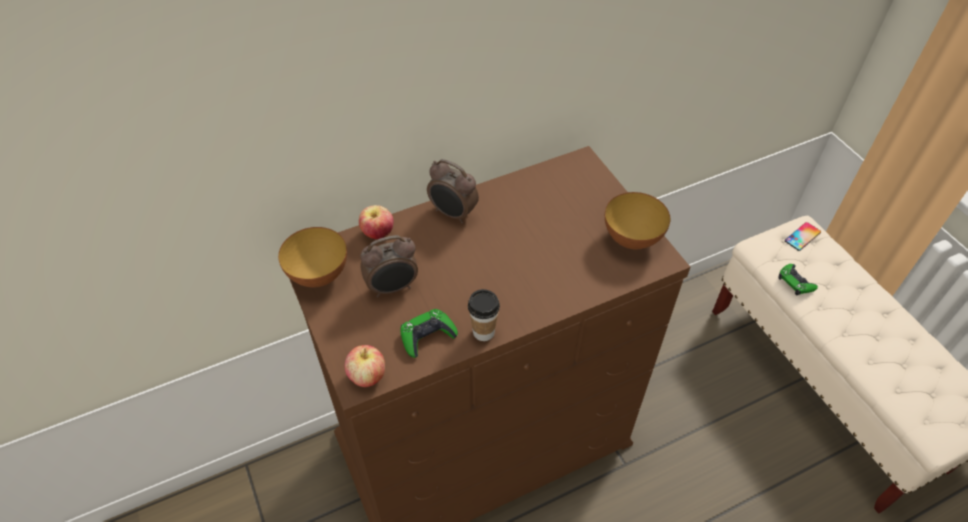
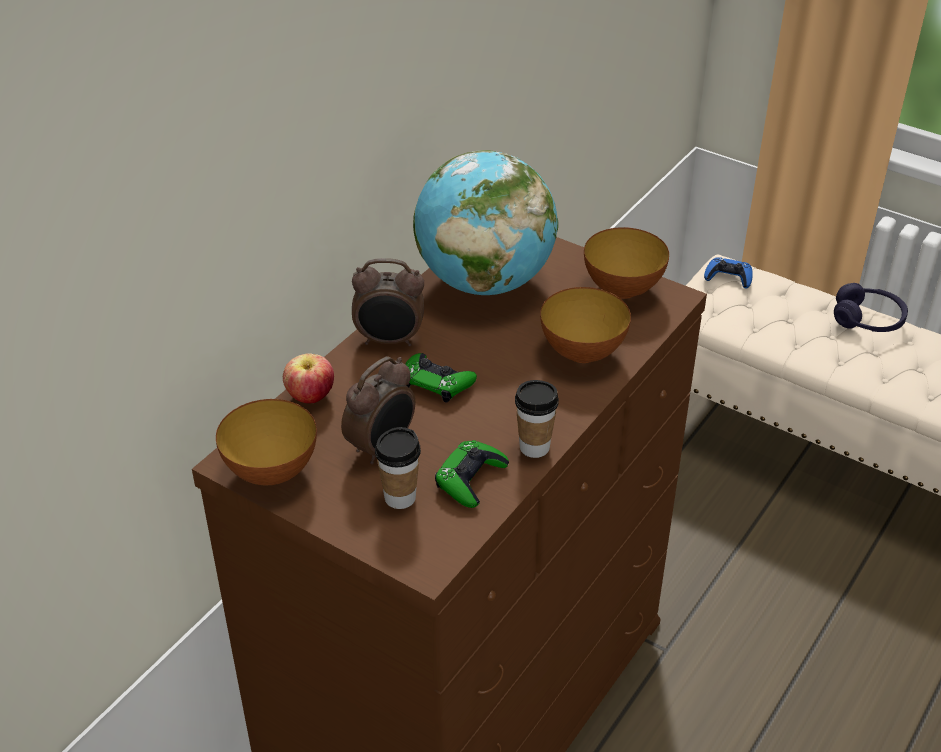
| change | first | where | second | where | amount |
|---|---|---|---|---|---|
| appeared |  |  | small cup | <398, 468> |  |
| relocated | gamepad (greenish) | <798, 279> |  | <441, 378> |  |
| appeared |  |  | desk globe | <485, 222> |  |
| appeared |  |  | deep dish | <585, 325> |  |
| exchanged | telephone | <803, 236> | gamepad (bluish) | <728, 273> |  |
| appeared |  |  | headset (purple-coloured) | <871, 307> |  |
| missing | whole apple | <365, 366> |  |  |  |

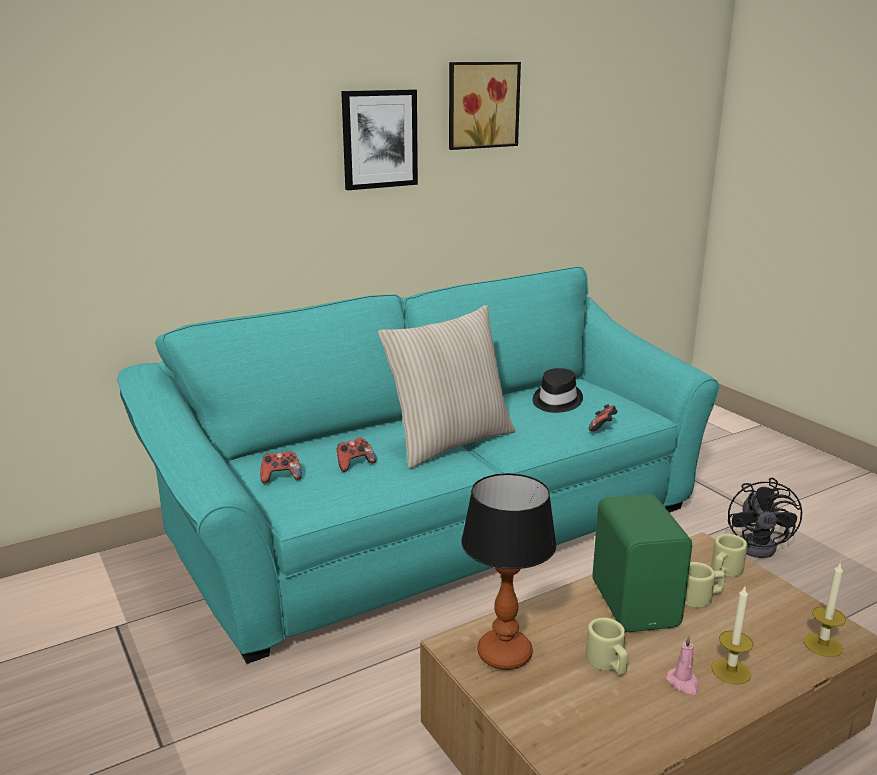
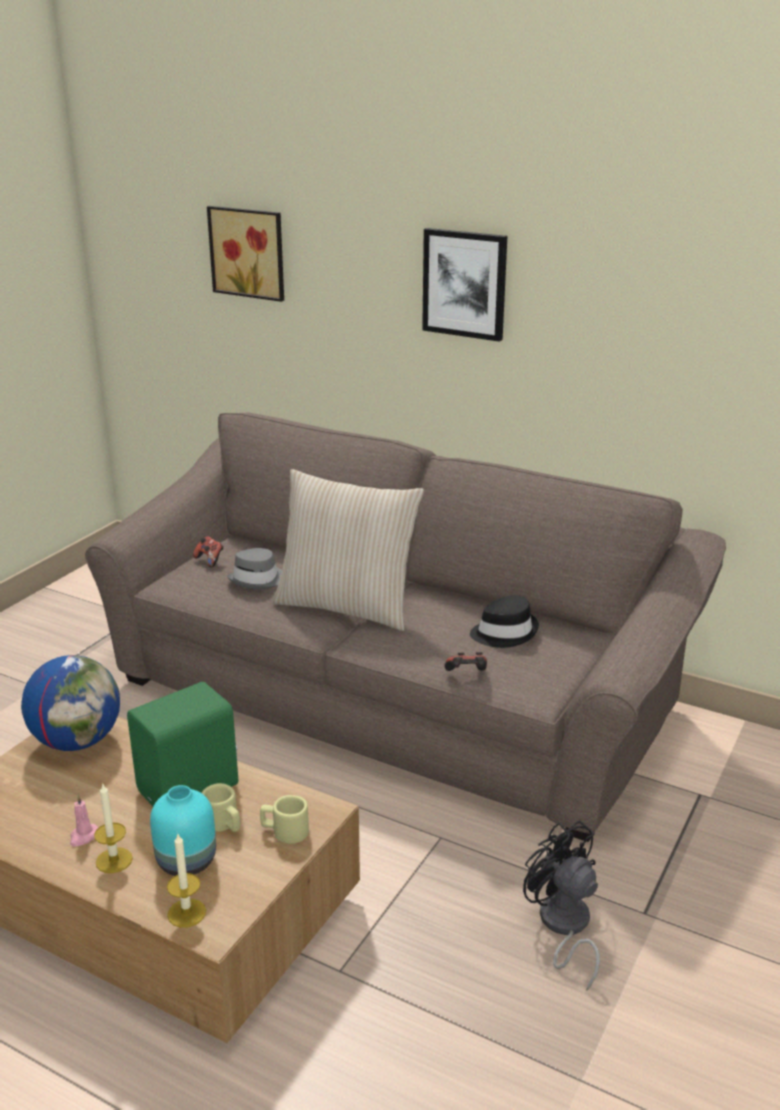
| change | first | where | second | where | amount |
|---|---|---|---|---|---|
| exchanged | tabletop lamp | <509, 571> | desk globe | <70, 703> |  |
| colour | sofa (blue-green) | <418, 465> | sofa (brownish) | <405, 627> |  |
| appeared |  |  | decorative vase (blue-green) | <183, 830> |  |
| relocated | wall picture | <485, 106> |  | <245, 254> |  |
| exchanged | gamepad | <356, 454> | clothing hat (gray) | <254, 568> |  |
| spun | cooling fan (blackish) | <765, 518> |  | <561, 905> | 75 degrees clockwise |
| missing | mug (beige-coloured) | <607, 646> |  |  |  |

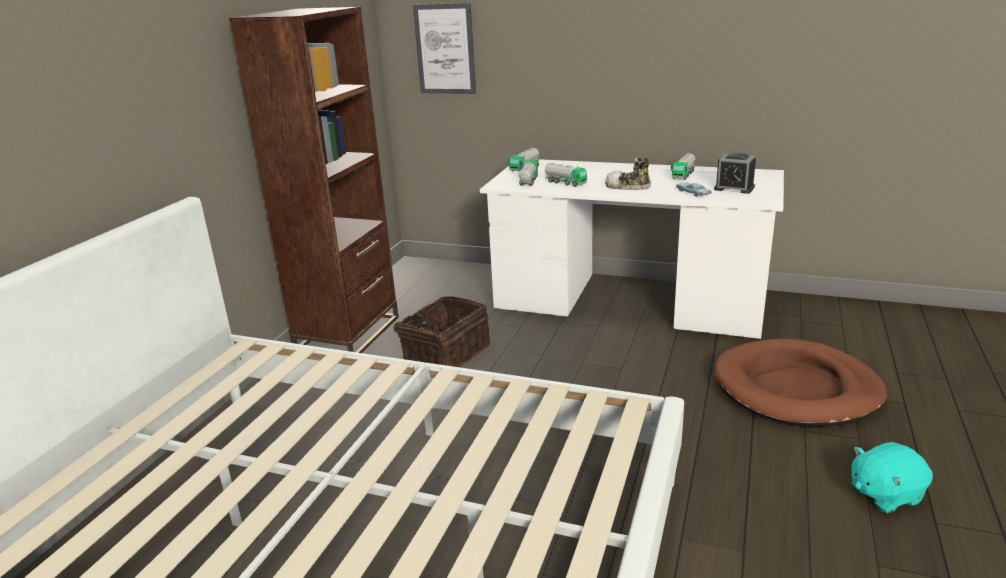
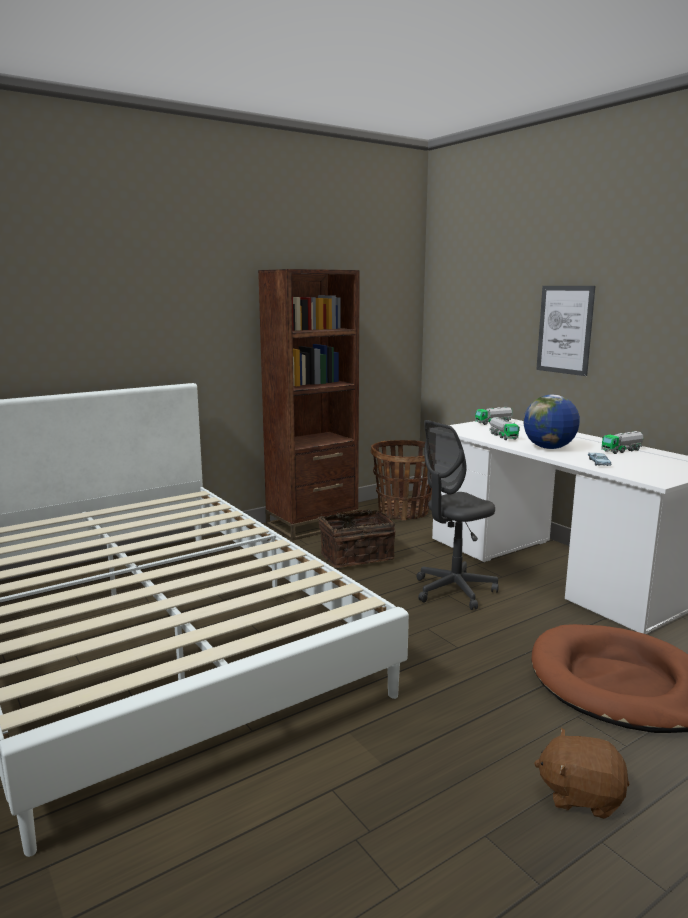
| change | first | where | second | where | amount |
|---|---|---|---|---|---|
| appeared |  |  | storage basket | <401, 480> |  |
| appeared |  |  | computer chair (gray) | <458, 515> |  |
| exchanged | item of footwear | <628, 174> | desk globe | <551, 422> |  |
| colour | cuddly toy (blue-green) | <892, 477> | cuddly toy (brownish) | <582, 773> |  |
| relocated | wall picture | <444, 48> |  | <565, 331> |  |
| missing | toy lorry | <529, 173> |  |  |  |
| missing | bedside clock | <735, 173> |  |  |  |

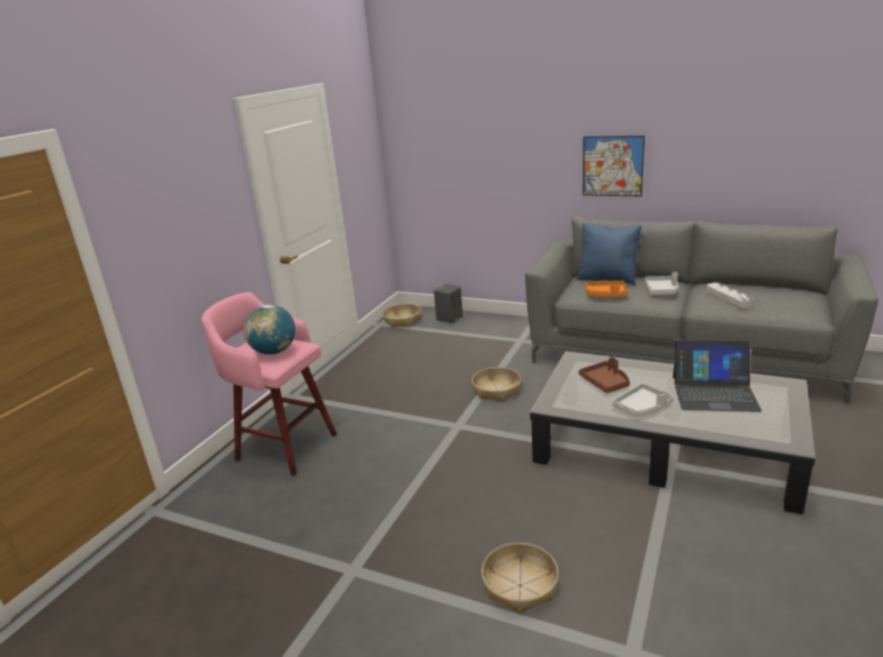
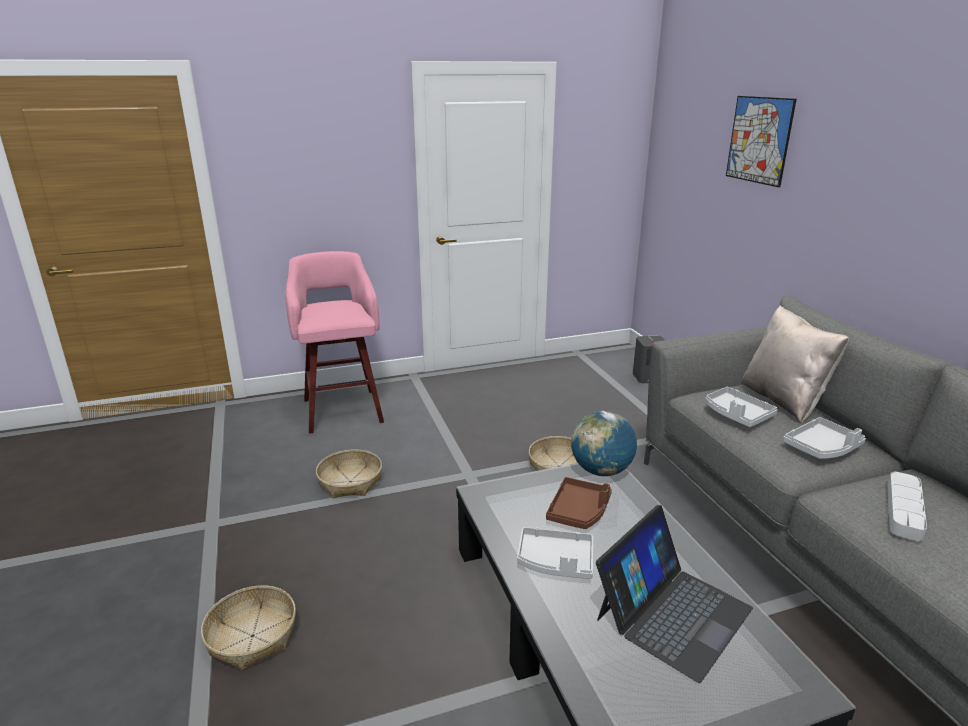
| change | first | where | second | where | amount |
|---|---|---|---|---|---|
| relocated | storage basket | <402, 315> |  | <349, 473> |  |
| relocated | desk globe | <269, 330> |  | <604, 443> |  |
| spun | laptop | <717, 376> |  | <674, 594> | 105 degrees counterclockwise |
| colour | tray (orange) | <606, 288> | tray (gray) | <741, 407> |  |
| relocated | wall picture | <614, 166> |  | <761, 141> |  |
| colour | pillow (bluish) | <609, 253> | pillow (beige-coloured) | <795, 364> |  |

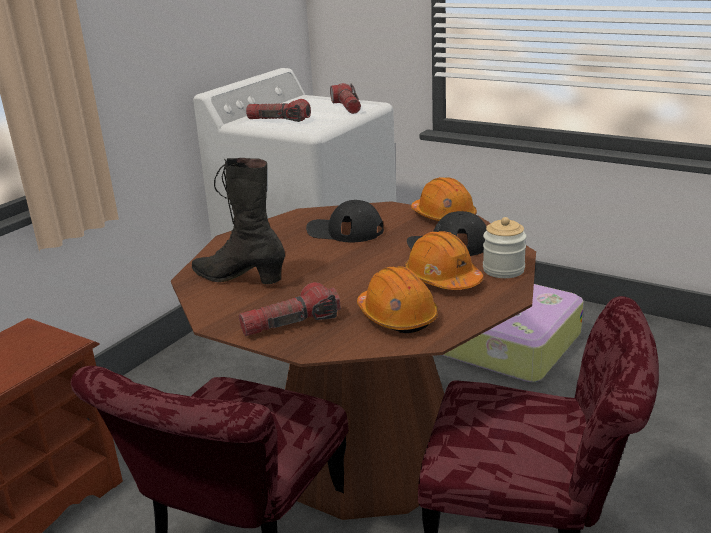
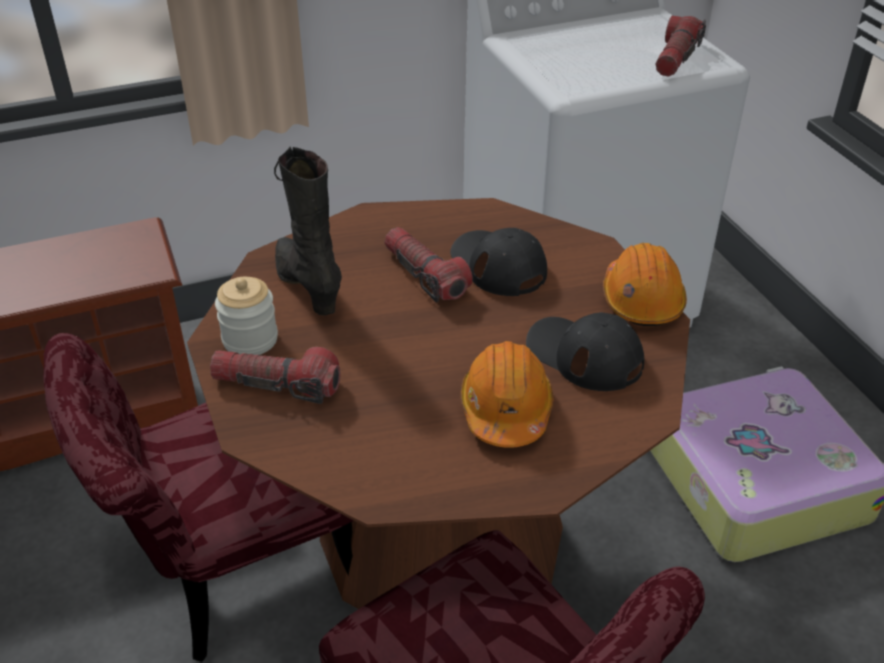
| change | first | where | second | where | amount |
|---|---|---|---|---|---|
| relocated | jar | <505, 247> |  | <246, 316> |  |
| relocated | flashlight | <278, 110> |  | <428, 265> |  |
| missing | hard hat (orange) | <397, 299> |  |  |  |

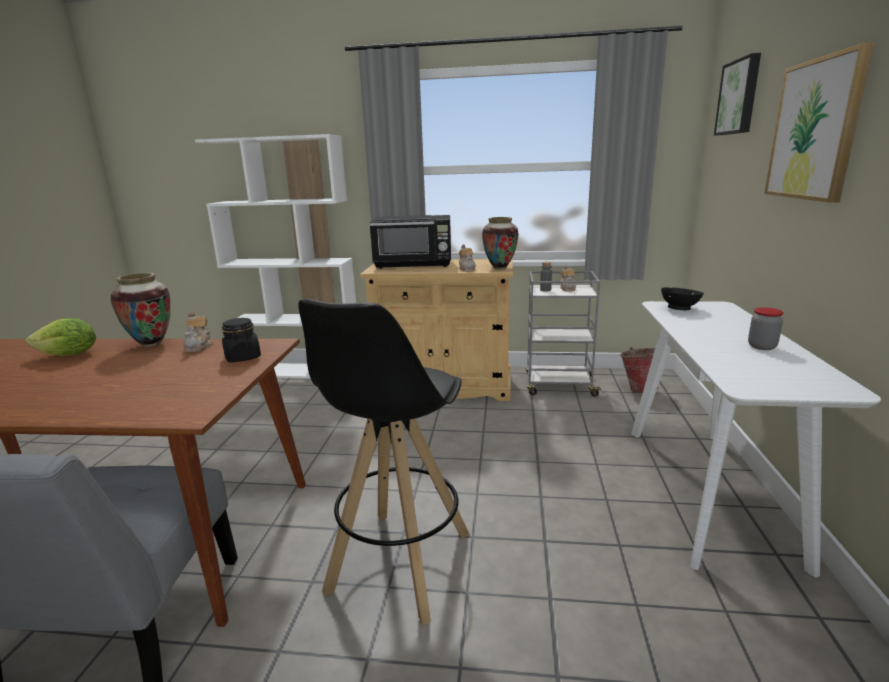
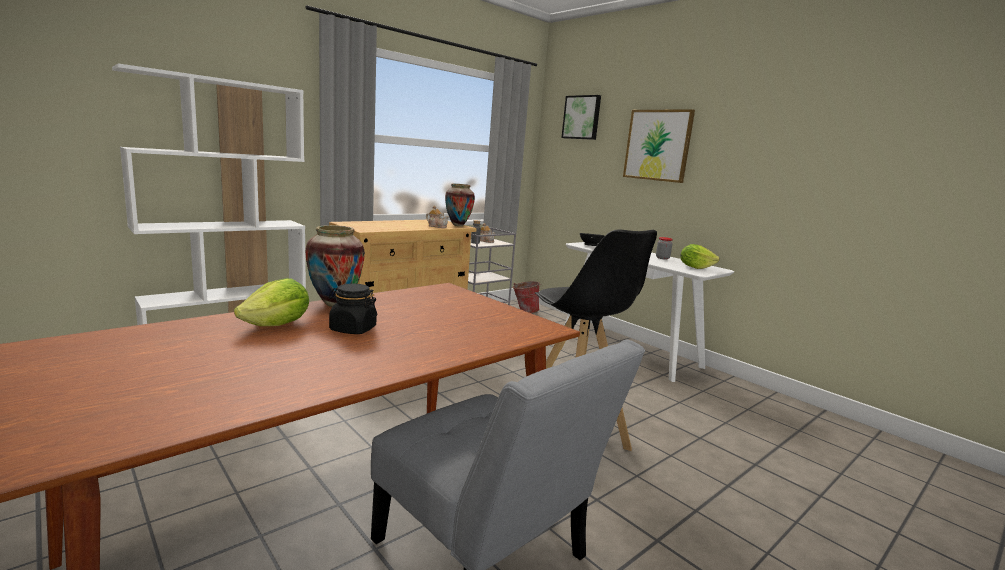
| change | first | where | second | where | amount |
|---|---|---|---|---|---|
| relocated | jar (blackish) | <241, 340> |  | <353, 309> |  |
| appeared |  |  | lettuce | <700, 256> |  |
| missing | teapot | <198, 331> |  |  |  |
| missing | microwave (blackish) | <410, 242> |  |  |  |

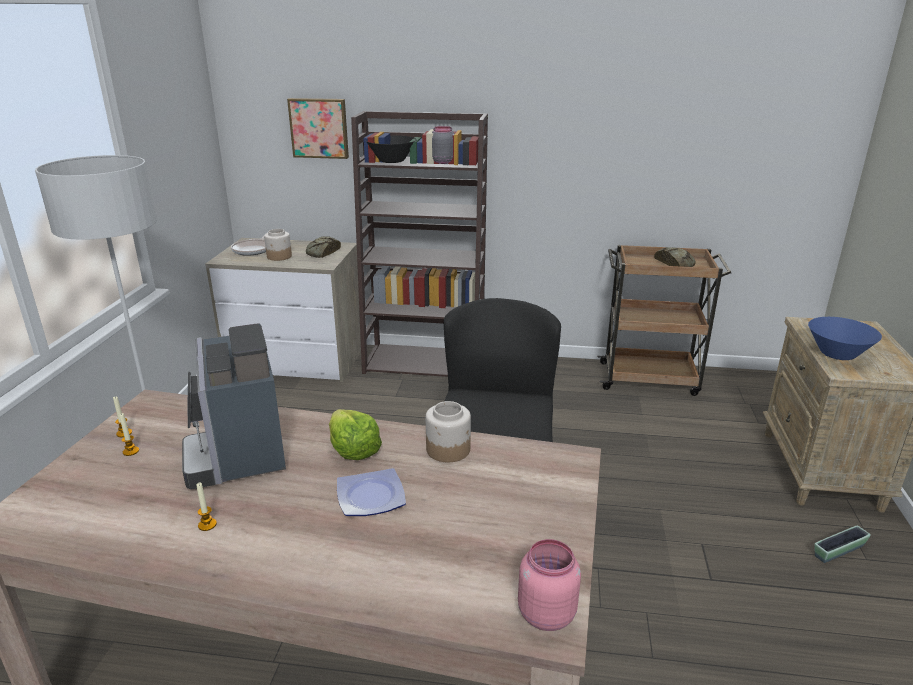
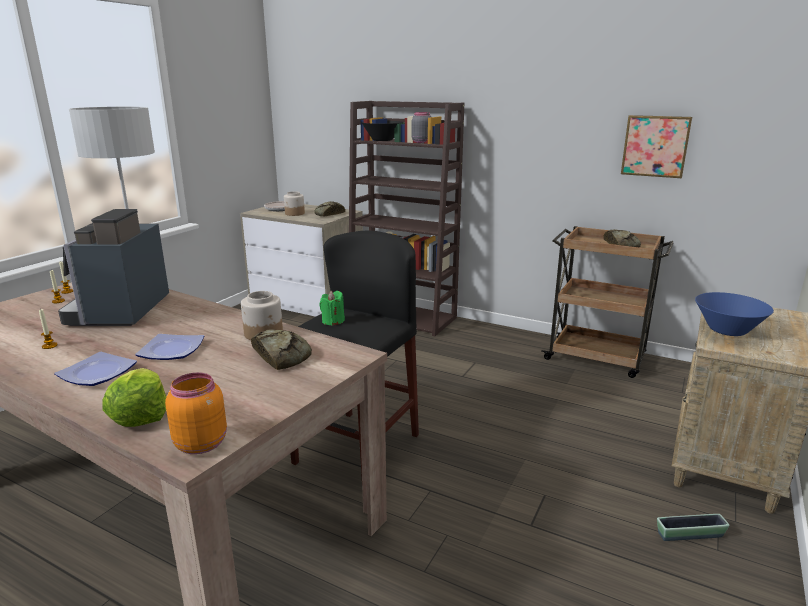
| change | first | where | second | where | amount |
|---|---|---|---|---|---|
| appeared |  |  | dinner plate | <95, 369> |  |
| relocated | lettuce | <355, 434> |  | <134, 397> |  |
| colour | jar (pink) | <549, 585> | jar (orange) | <196, 413> |  |
| appeared |  |  | bakery bread | <281, 349> |  |
| appeared |  |  | wax light (greenish) | <332, 308> |  |
| relocated | wall picture | <318, 128> |  | <656, 146> |  |

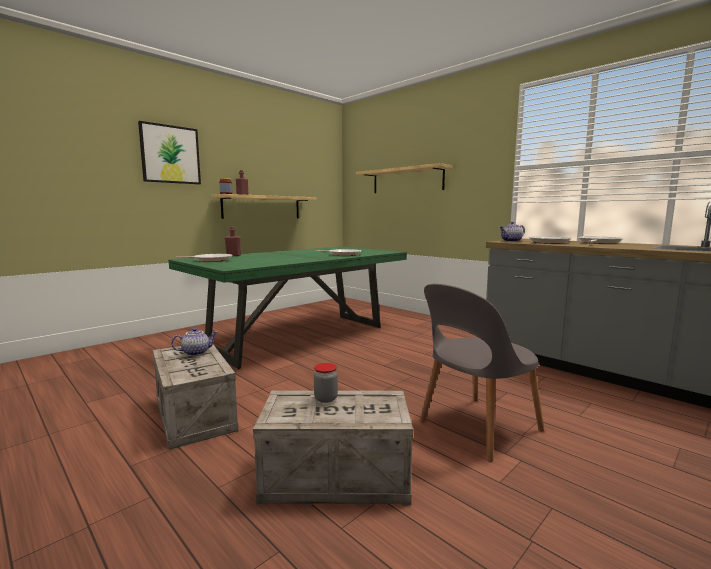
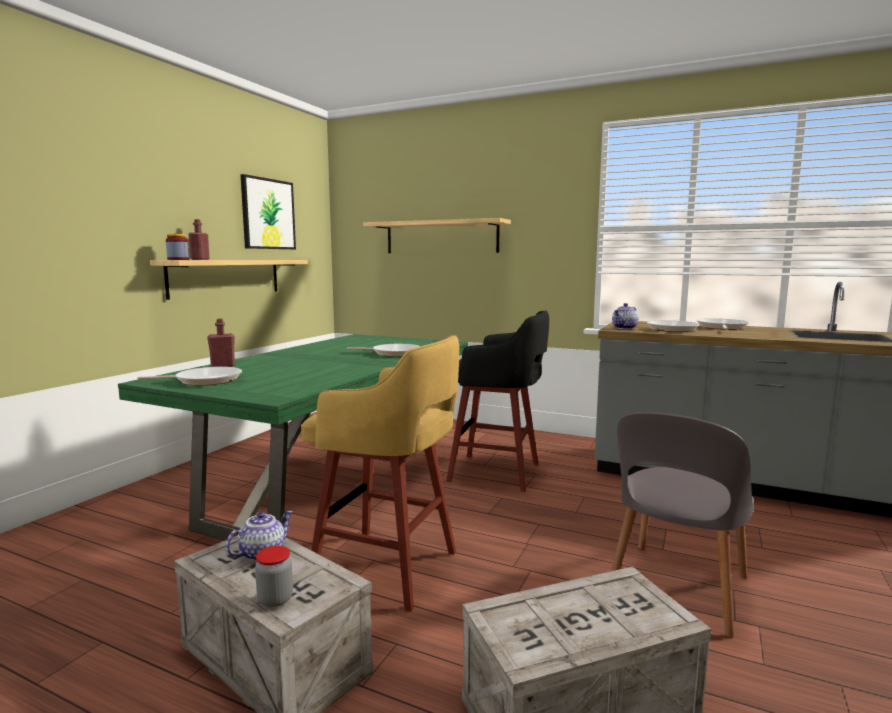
| change | first | where | second | where | amount |
|---|---|---|---|---|---|
| relocated | wall picture | <169, 152> |  | <268, 211> |  |
| relocated | jar | <326, 383> |  | <274, 576> |  |
| appeared |  |  | stool (yellow) | <380, 473> |  |
| appeared |  |  | stool (blackish) | <497, 401> |  |

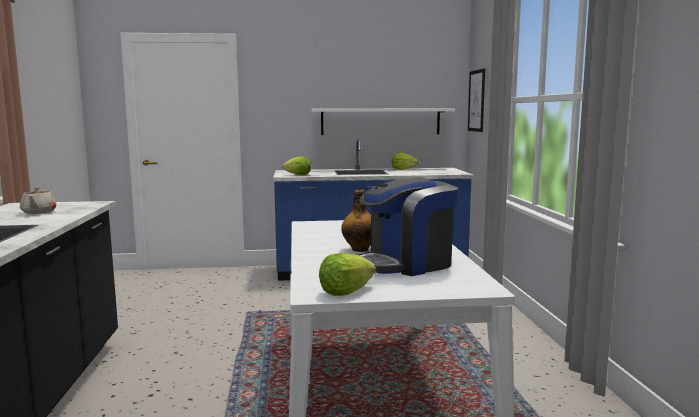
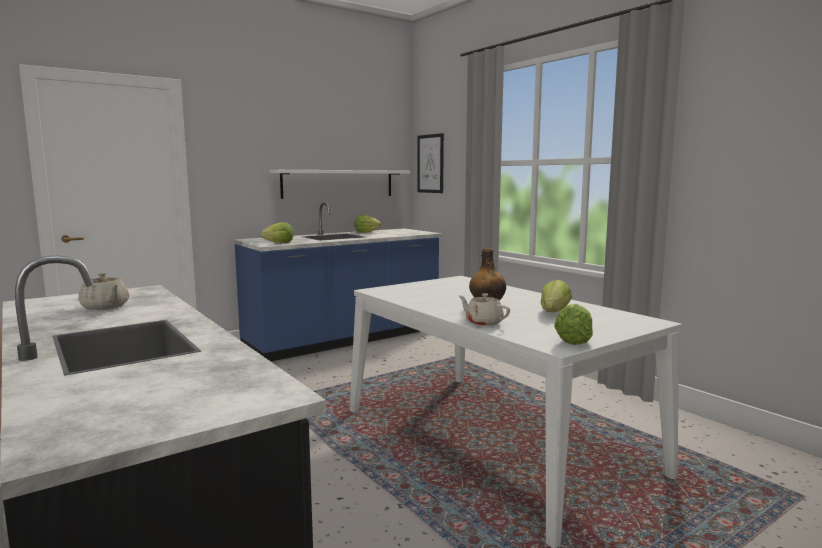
| change | first | where | second | where | amount |
|---|---|---|---|---|---|
| appeared |  |  | teapot (beige-coloured) | <484, 309> |  |
| exchanged | coffee machine | <407, 226> | lettuce | <556, 296> |  |

